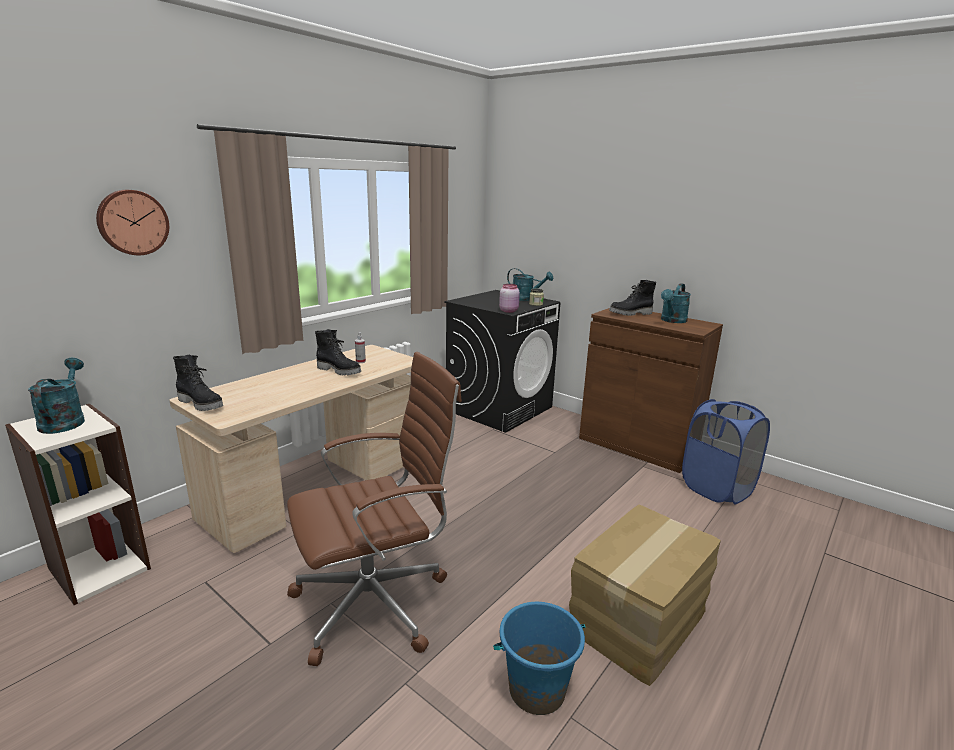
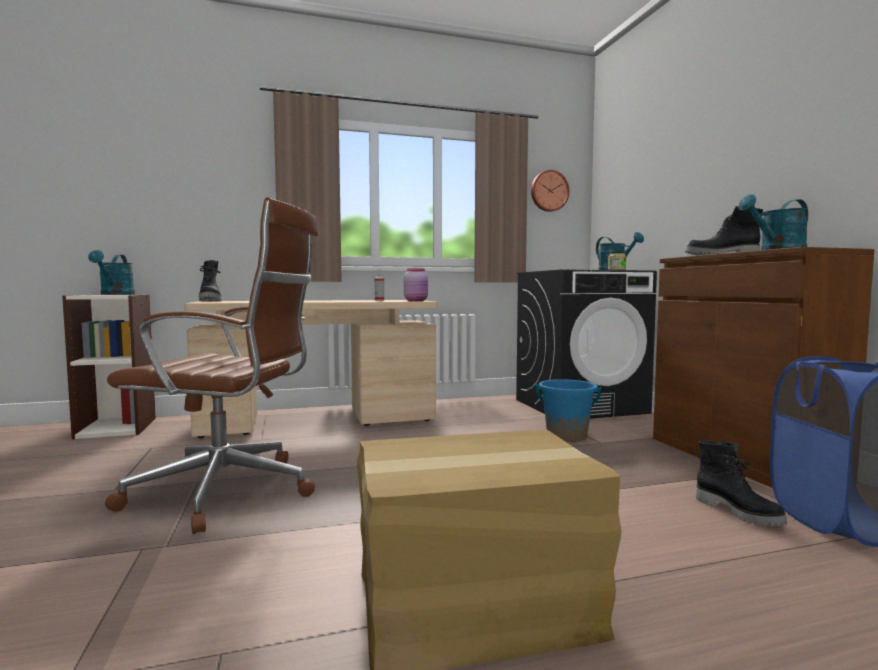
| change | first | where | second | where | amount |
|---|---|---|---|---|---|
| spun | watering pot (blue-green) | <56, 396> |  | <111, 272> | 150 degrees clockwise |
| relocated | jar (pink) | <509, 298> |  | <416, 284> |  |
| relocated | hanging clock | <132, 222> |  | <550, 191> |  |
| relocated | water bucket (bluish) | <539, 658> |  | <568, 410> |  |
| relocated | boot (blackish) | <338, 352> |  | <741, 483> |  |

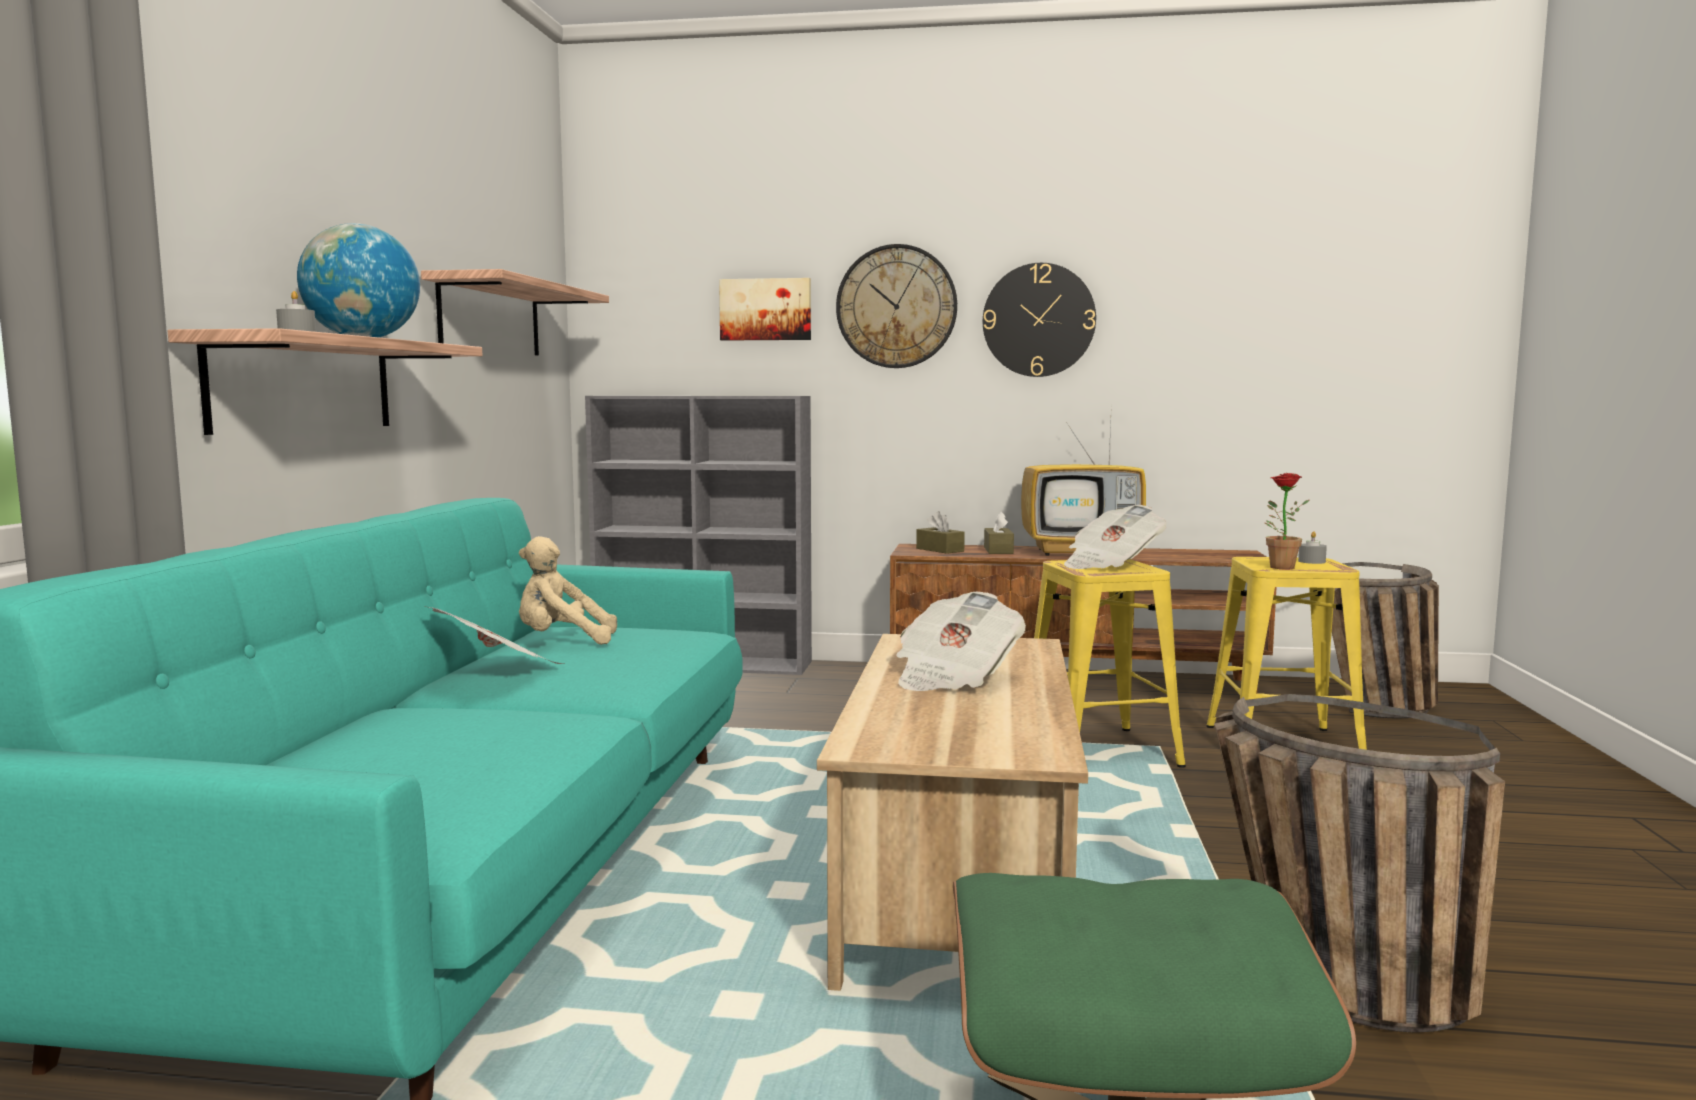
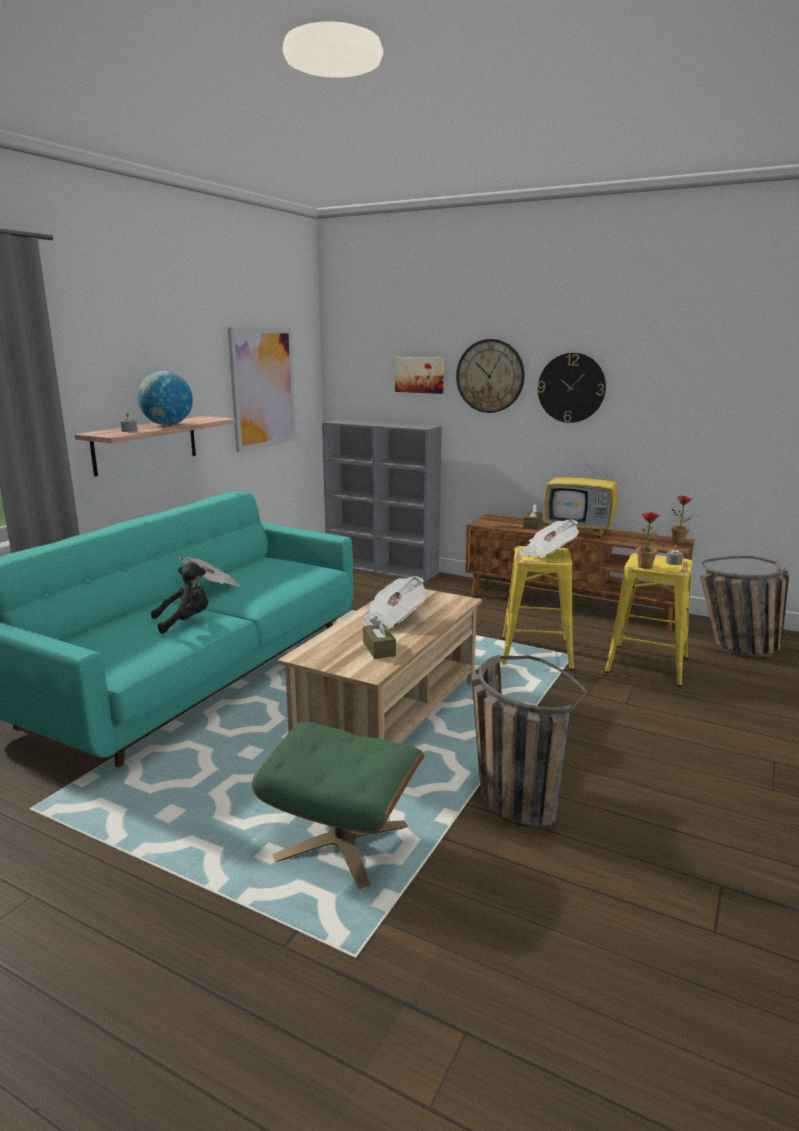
| change | first | where | second | where | amount |
|---|---|---|---|---|---|
| appeared |  |  | cuddly toy (blackish) | <179, 598> |  |
| exchanged | shelf | <515, 312> | wall picture | <262, 390> |  |
| relocated | box of tissues (brownish) | <940, 532> |  | <379, 637> |  |
| appeared |  |  | houseplant | <685, 520> |  |
| missing | cuddly toy (beige-coloured) | <568, 590> |  |  |  |

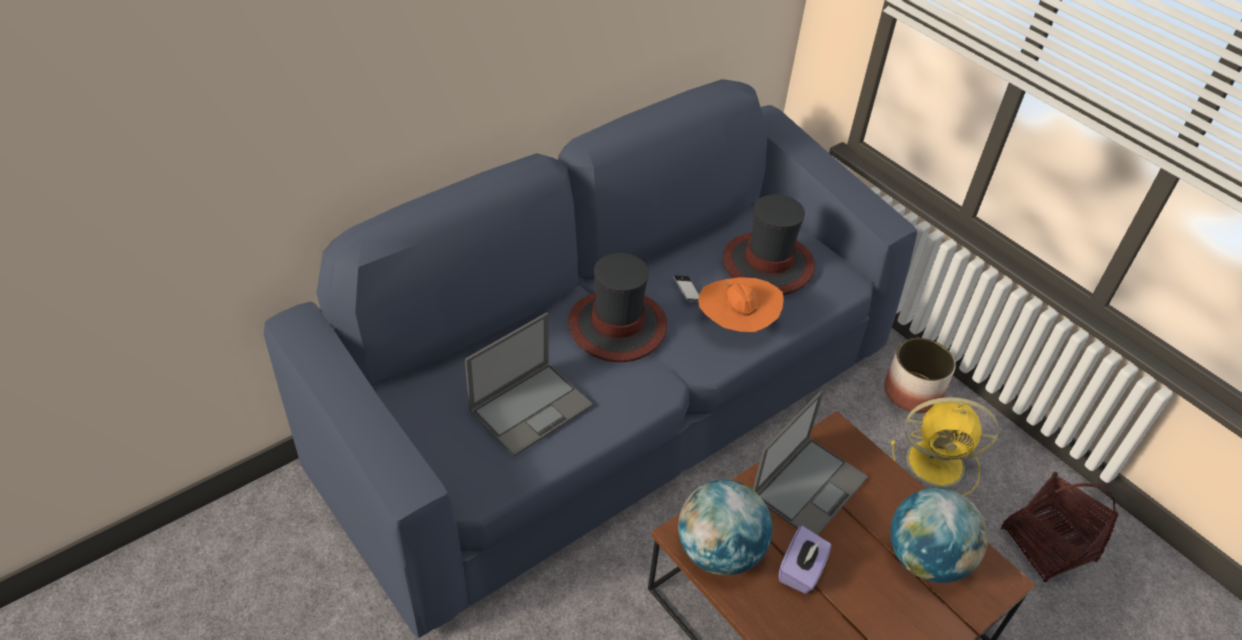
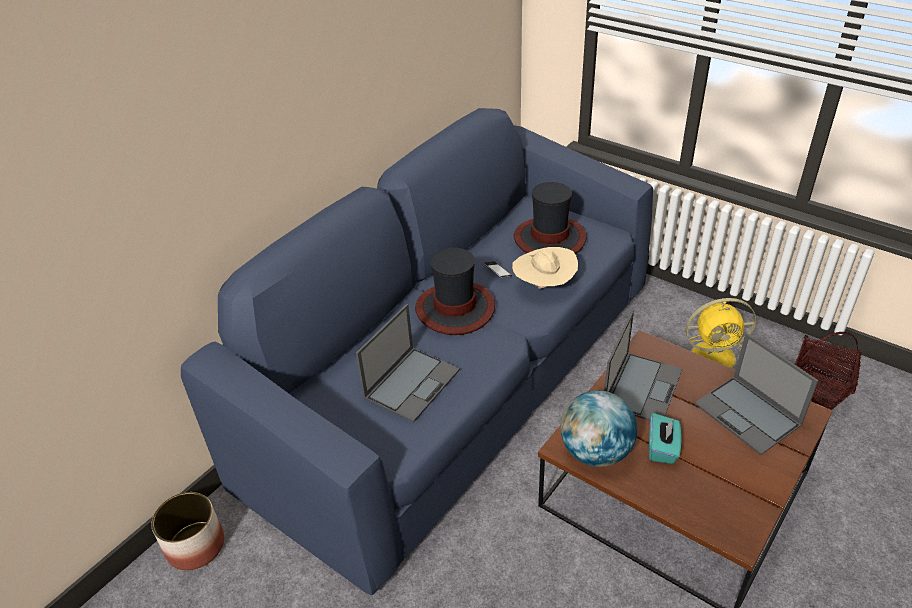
| change | first | where | second | where | amount |
|---|---|---|---|---|---|
| relocated | flower pot | <920, 375> |  | <187, 531> |  |
| colour | clothing hat (orange) | <741, 304> | clothing hat (beige-coloured) | <545, 268> |  |
| colour | box of tissues (purple-coloured) | <805, 560> | box of tissues (blue-green) | <665, 438> |  |
| exchanged | desk globe | <939, 535> | laptop | <756, 394> |  |

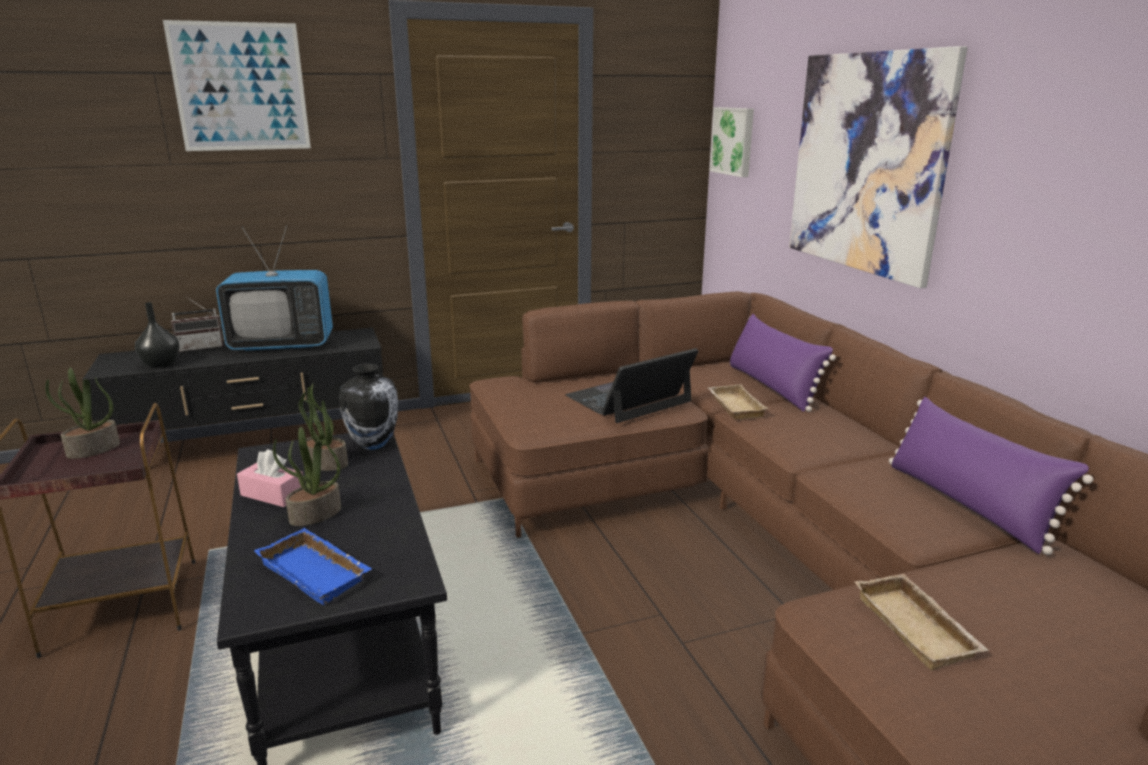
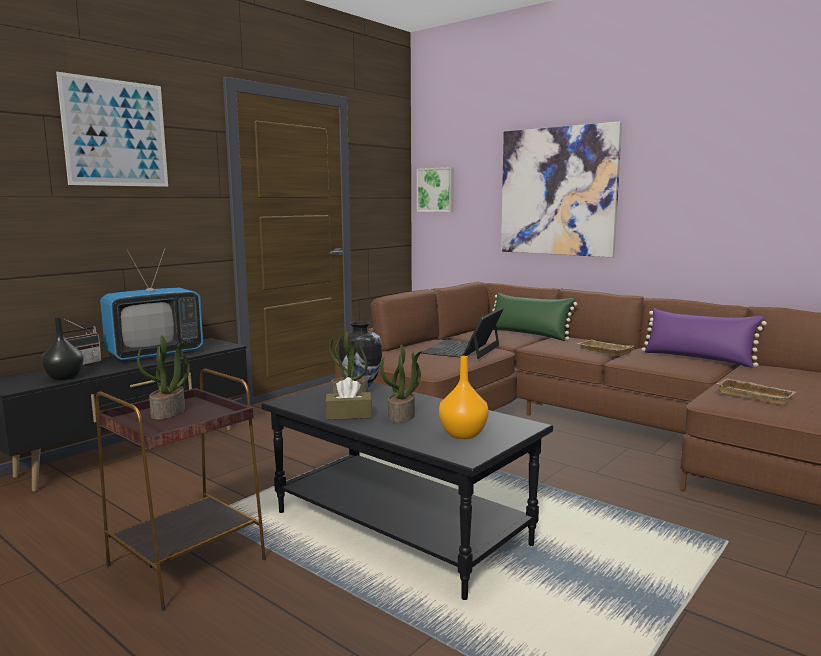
| change | first | where | second | where | amount |
|---|---|---|---|---|---|
| colour | box of tissues (pink) | <270, 478> | box of tissues (brownish) | <348, 398> |  |
| exchanged | tray (bluish) | <313, 566> | decorative vase (orange) | <464, 397> |  |
| colour | pillow (purple-coloured) | <783, 363> | pillow (greenish) | <535, 316> |  |
| relocated | tray (beige-coloured) | <738, 401> |  | <605, 347> |  |

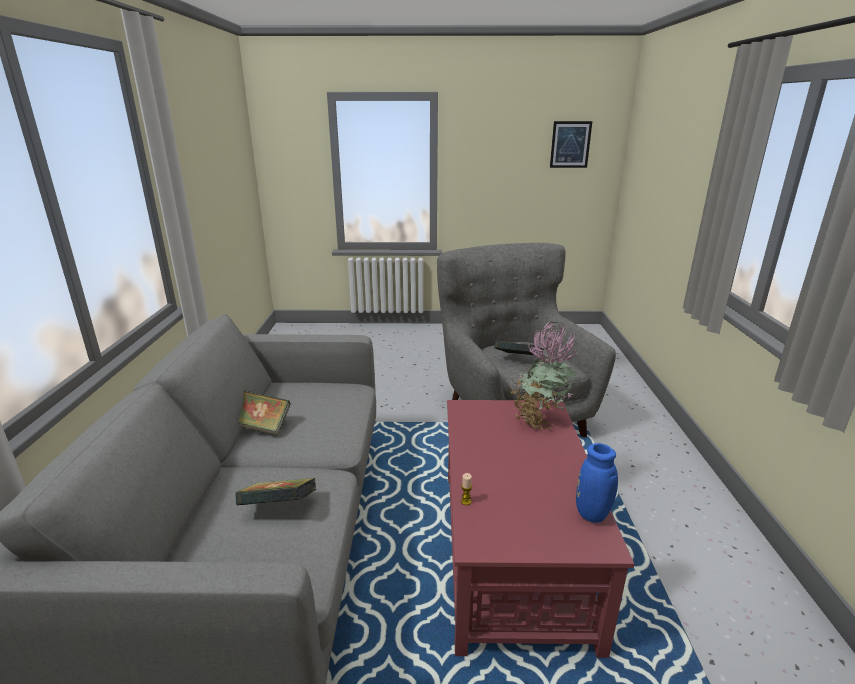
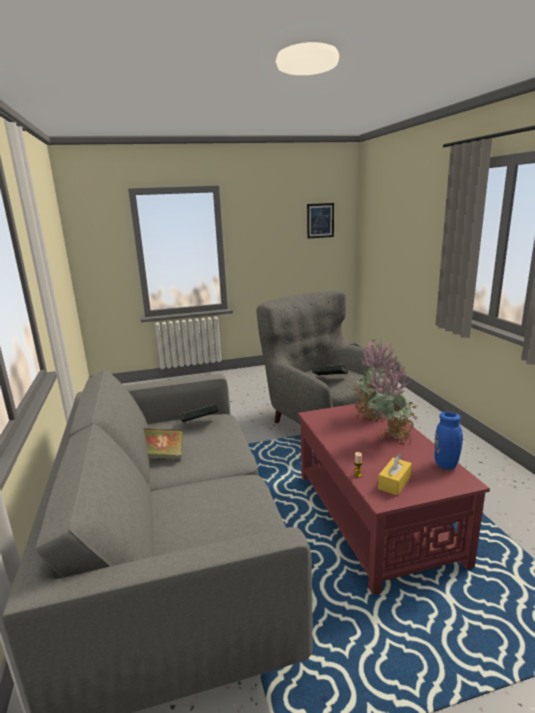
| change | first | where | second | where | amount |
|---|---|---|---|---|---|
| relocated | bound book | <276, 491> |  | <199, 413> |  |
| appeared |  |  | houseplant | <392, 401> |  |
| appeared |  |  | box of tissues (yellow) | <395, 474> |  |

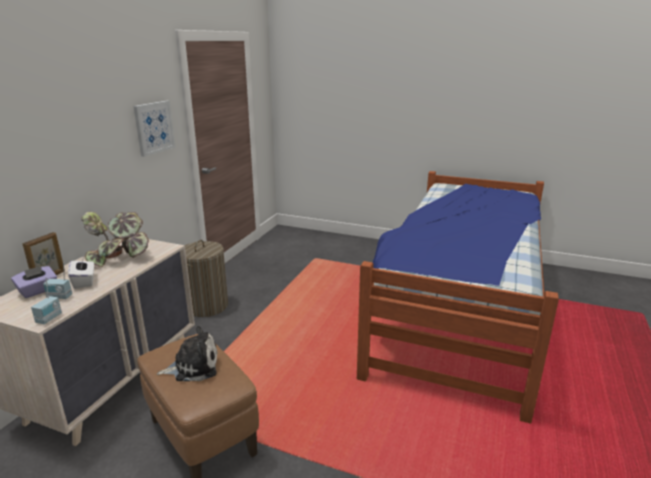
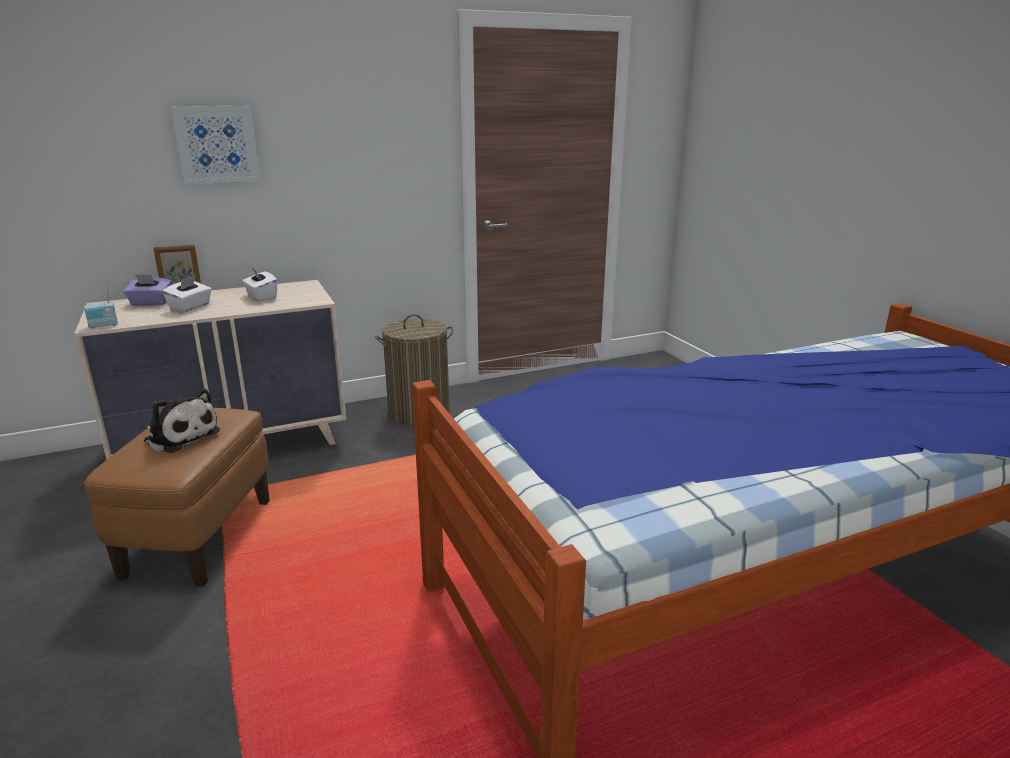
| change | first | where | second | where | amount |
|---|---|---|---|---|---|
| relocated | wall picture | <154, 129> |  | <216, 145> |  |
| exchanged | houseplant | <115, 239> | box of tissues (whitish) | <259, 284> |  |
| missing | radio receiver | <57, 280> |  |  |  |

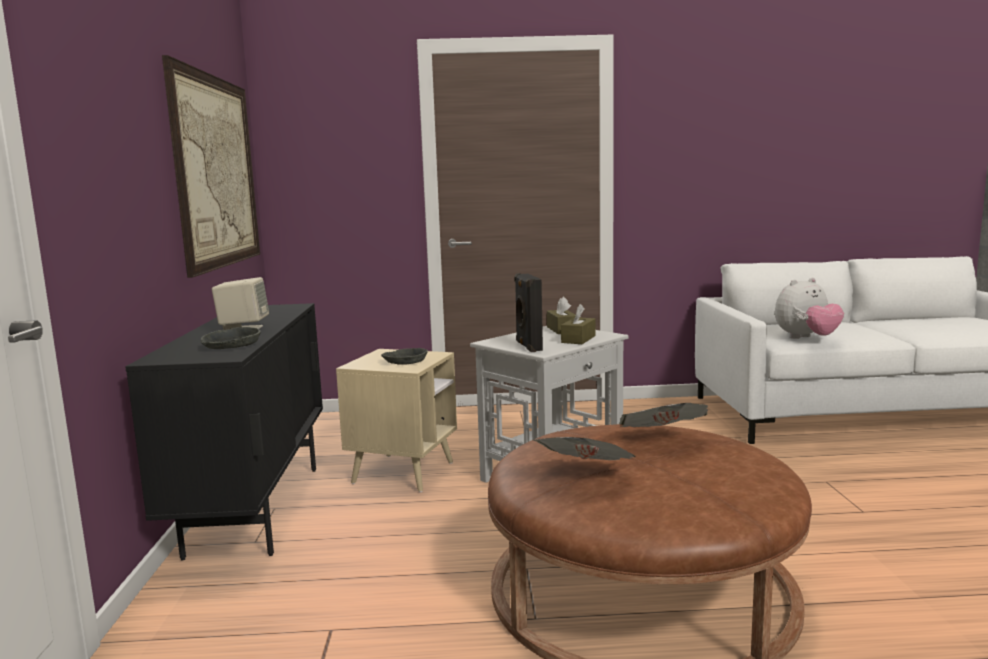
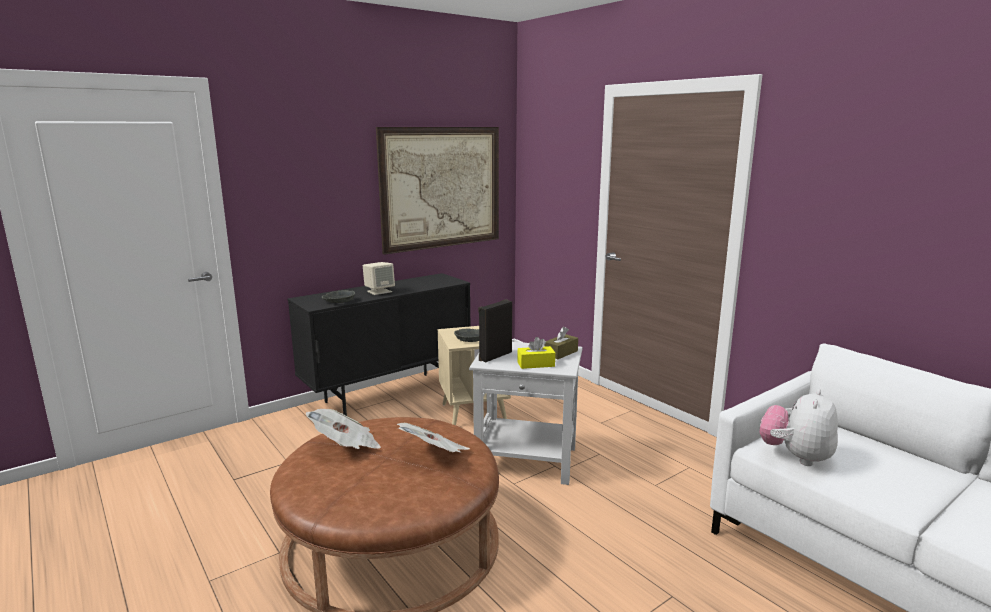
| change | first | where | second | where | amount |
|---|---|---|---|---|---|
| colour | box of tissues (brownish) | <578, 324> | box of tissues (yellow) | <536, 353> |  |
| spun | cuddly toy | <809, 308> |  | <799, 427> | 90 degrees clockwise |

